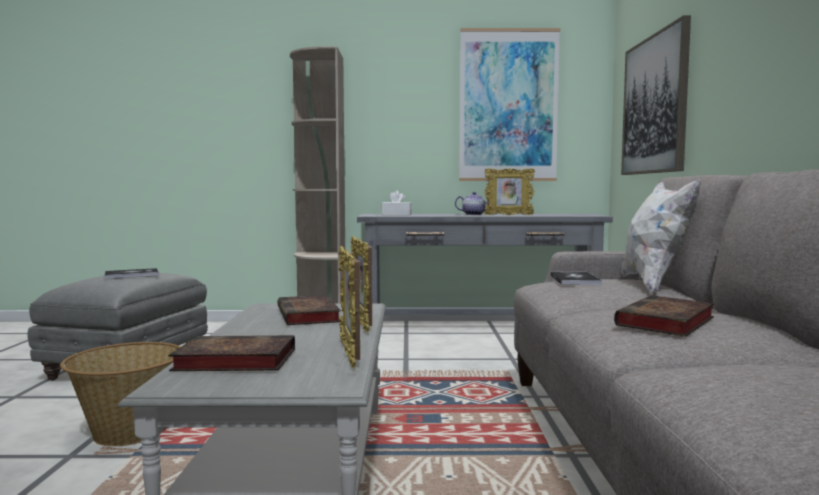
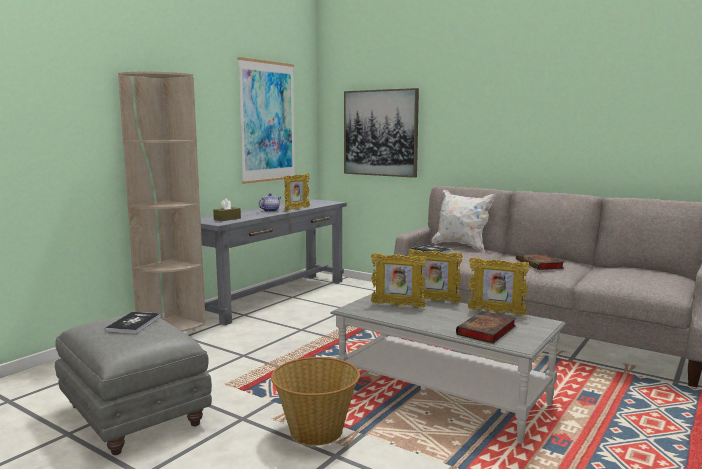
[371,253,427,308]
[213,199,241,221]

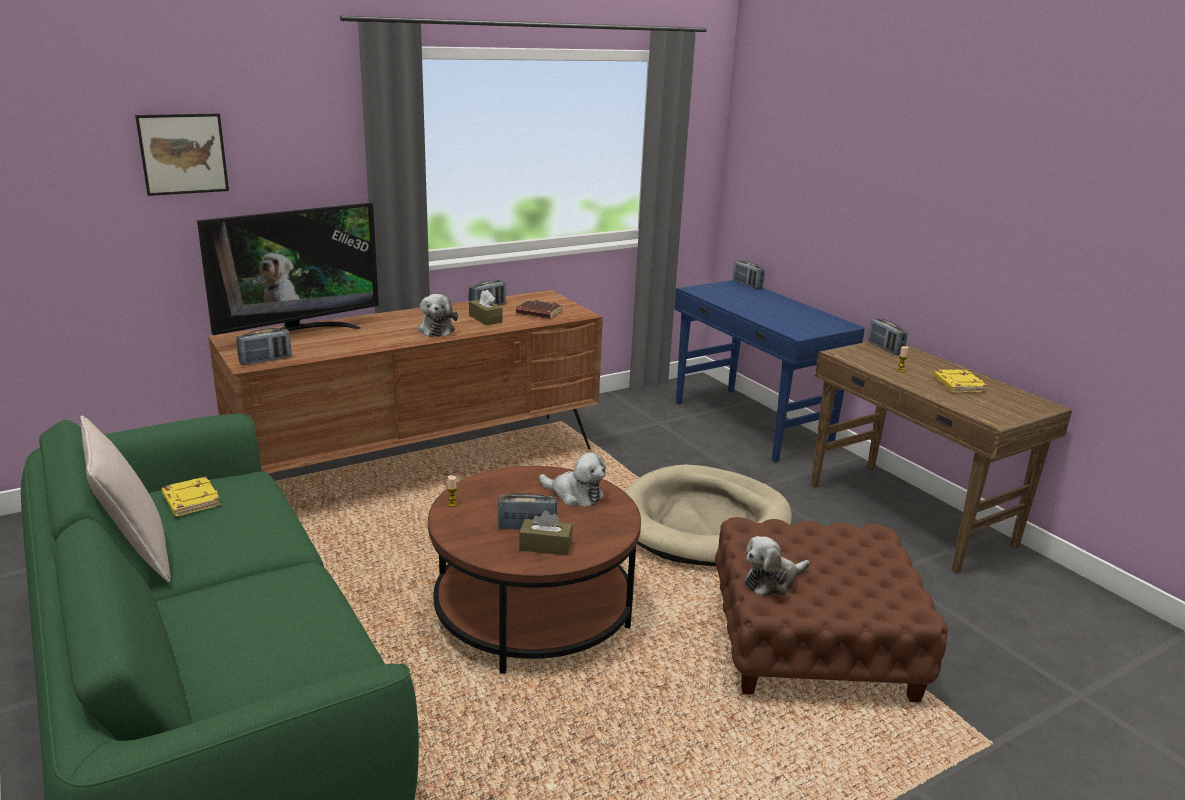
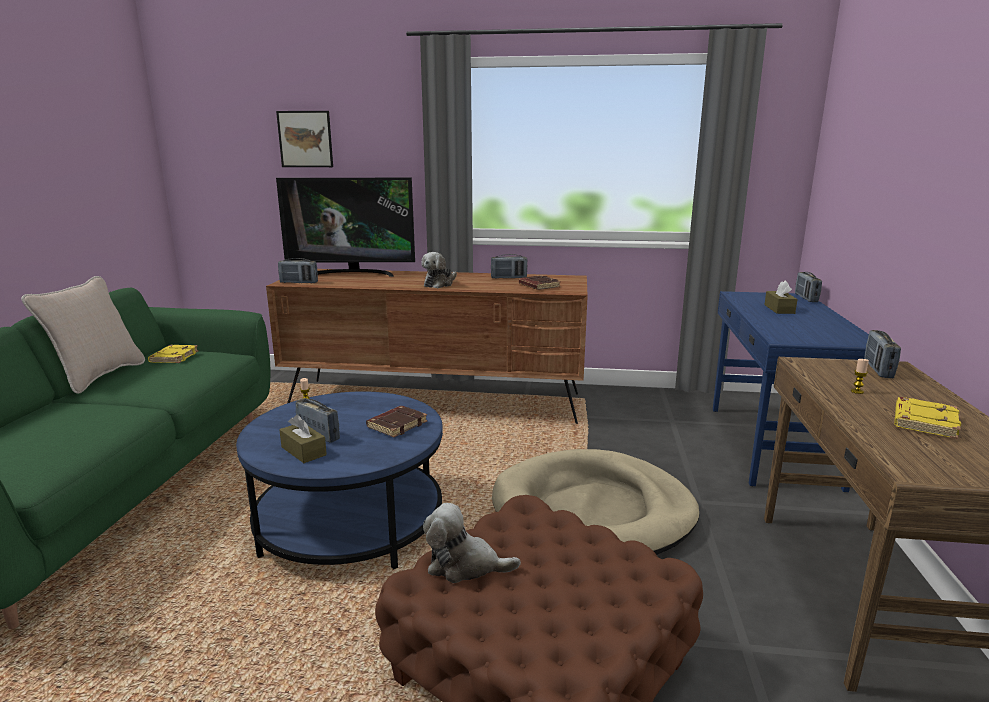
[764,281,797,314]
[366,406,428,437]
[236,391,443,569]

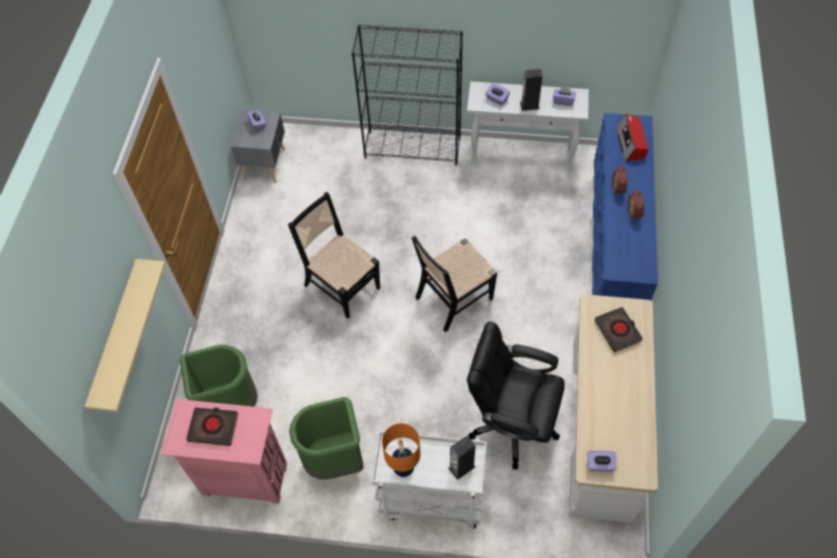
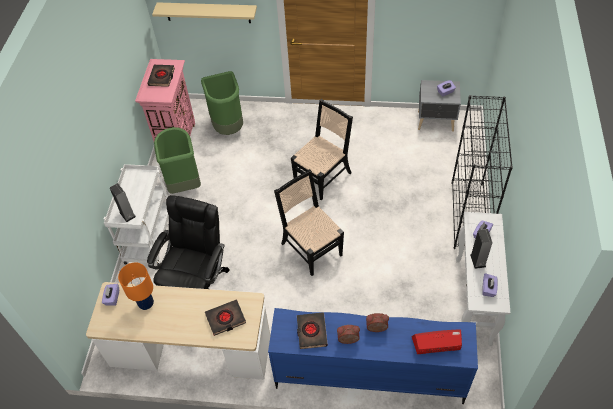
[297,312,328,349]
[118,263,154,310]

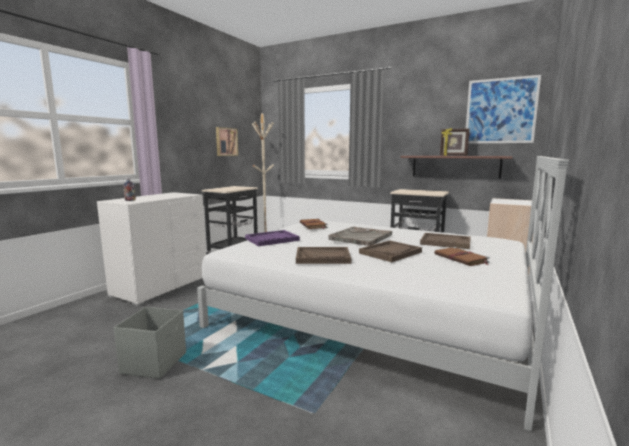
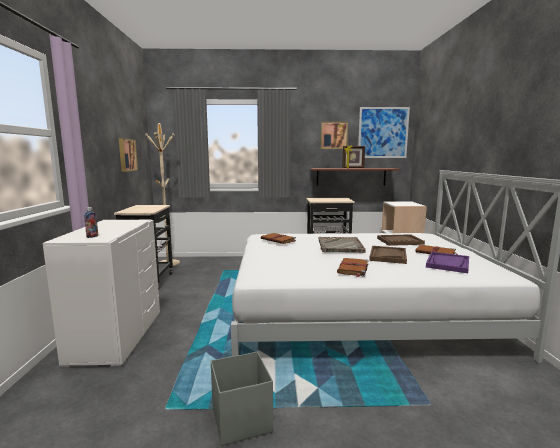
[321,122,348,149]
[426,252,469,273]
[337,258,369,277]

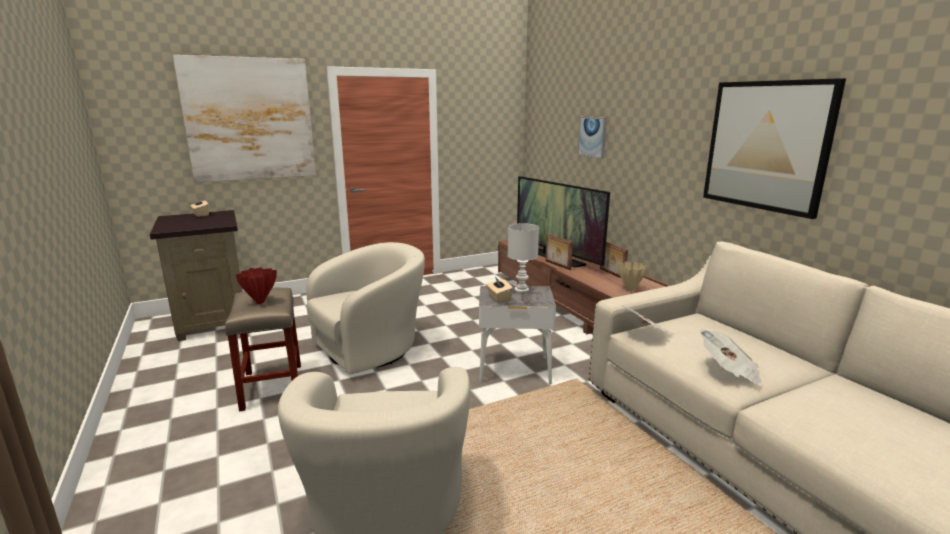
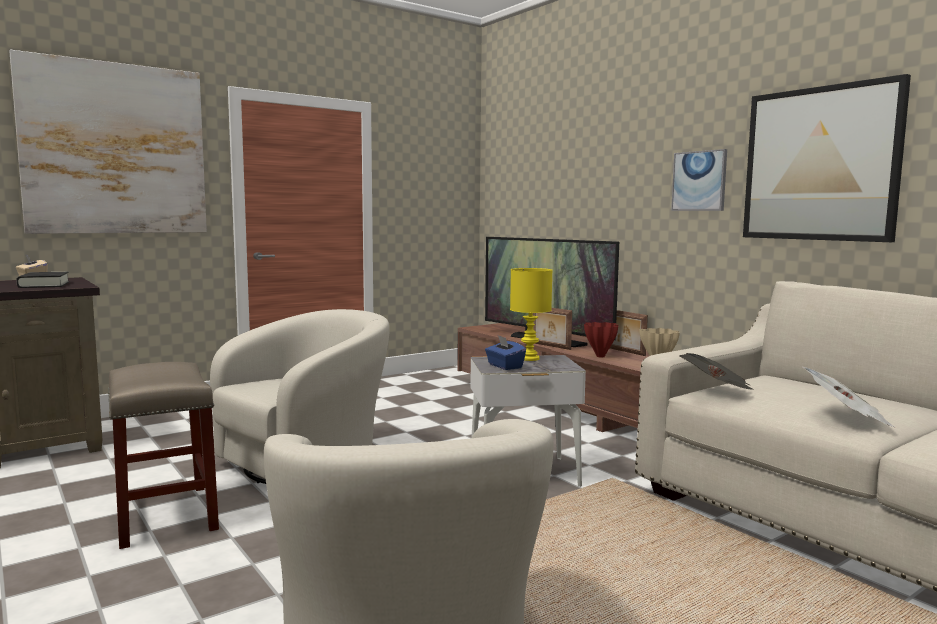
[16,272,69,288]
[584,322,618,358]
[671,149,727,211]
[485,335,526,370]
[510,268,552,361]

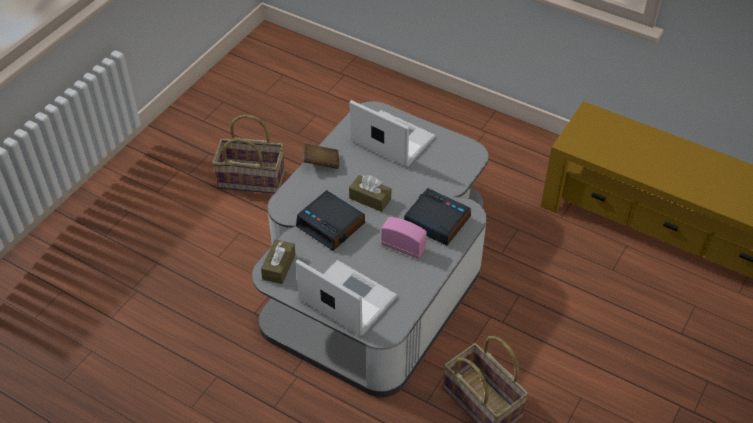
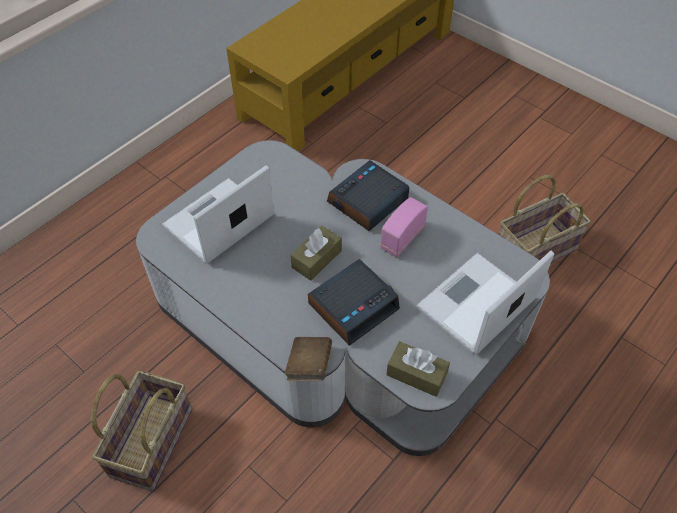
[285,337,332,381]

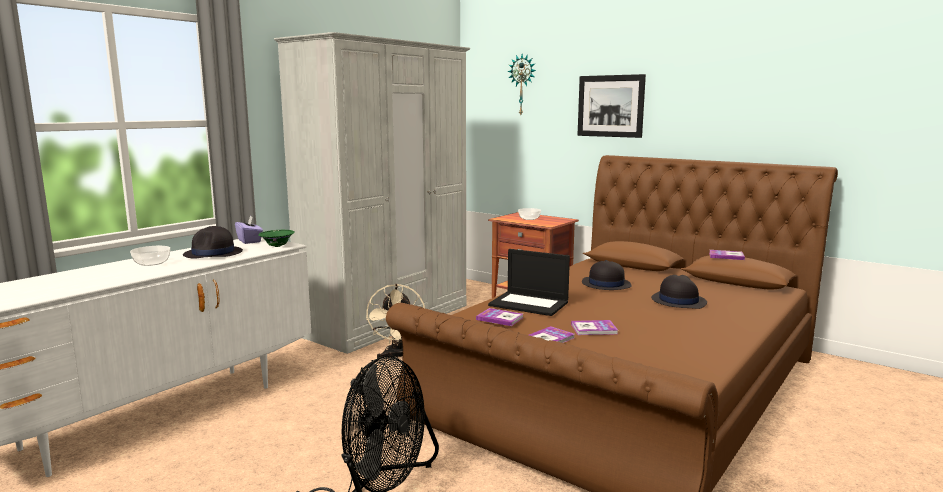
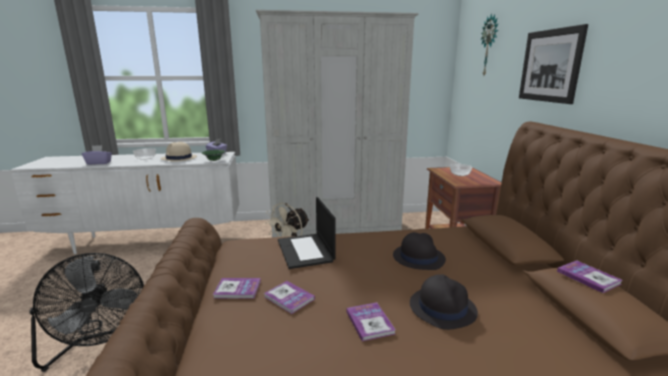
[82,145,112,165]
[346,302,396,341]
[161,142,197,162]

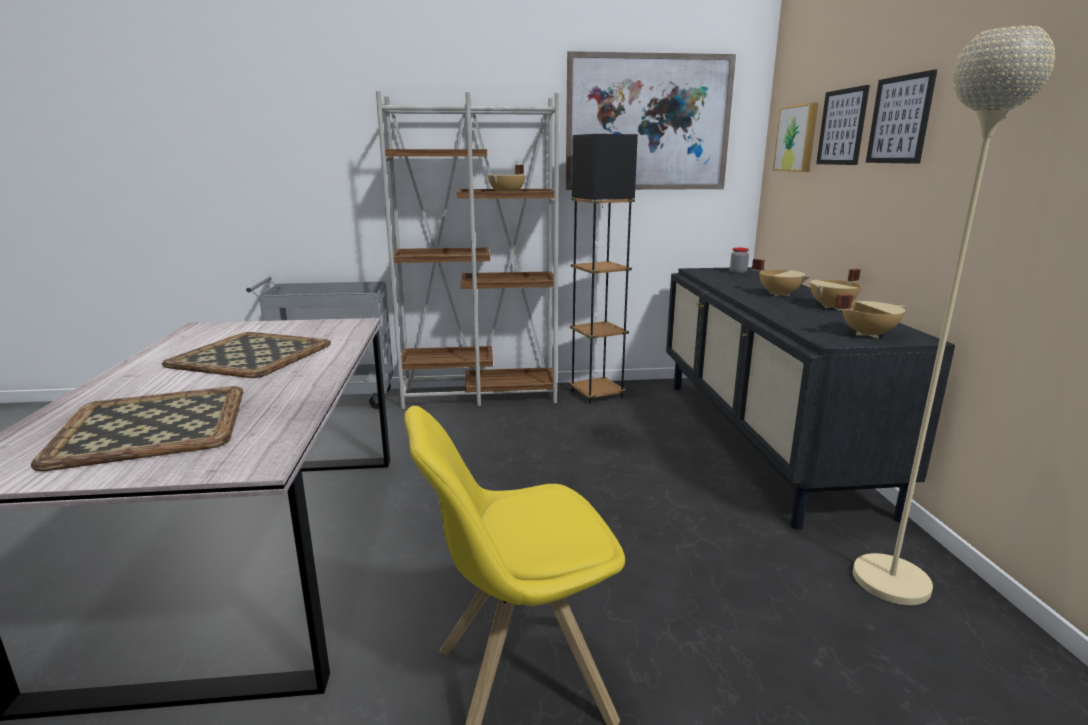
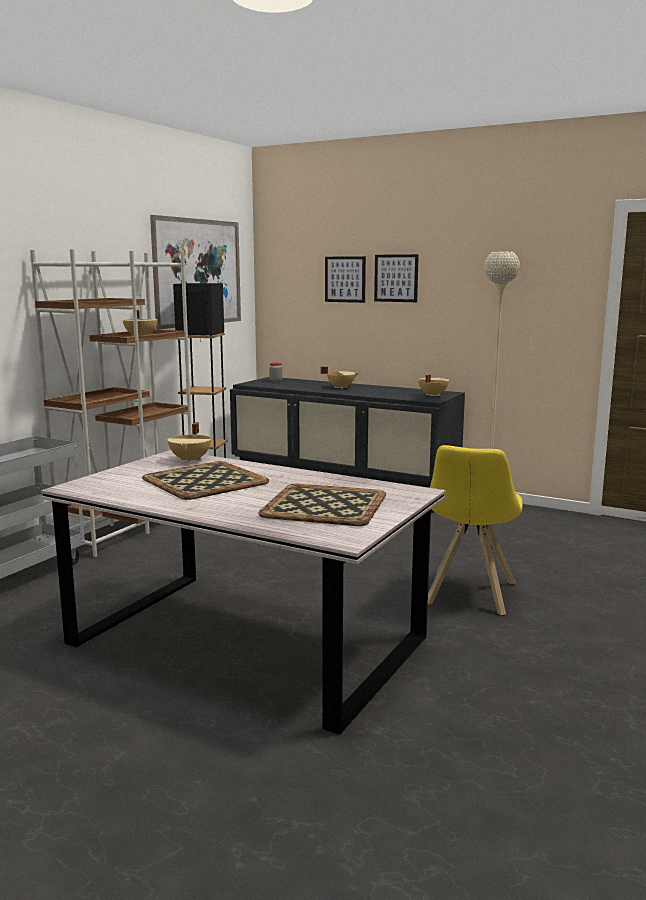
[773,103,818,172] (first image)
[167,422,211,463]

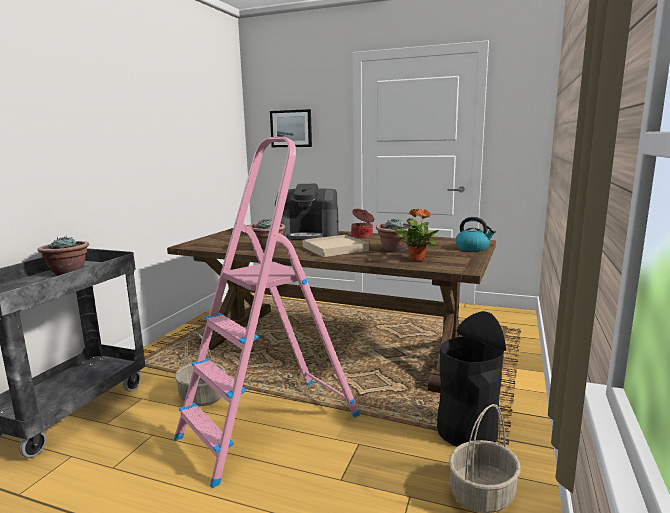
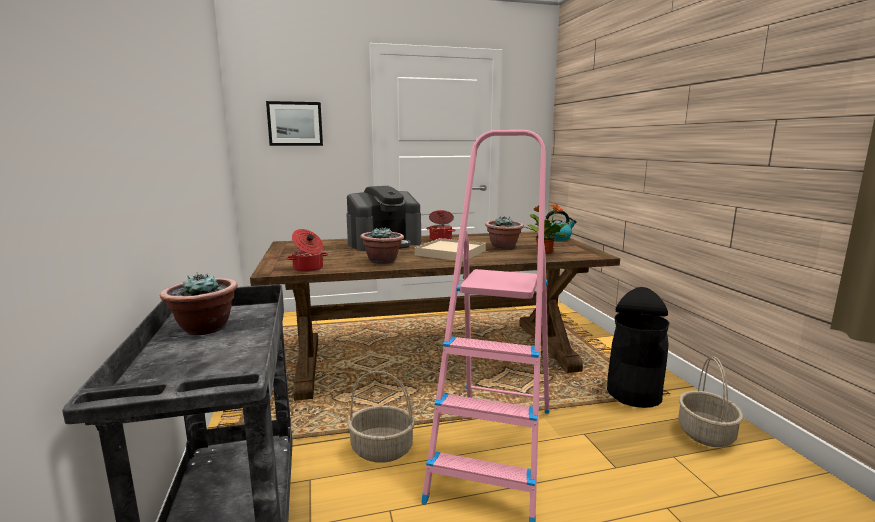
[286,229,328,272]

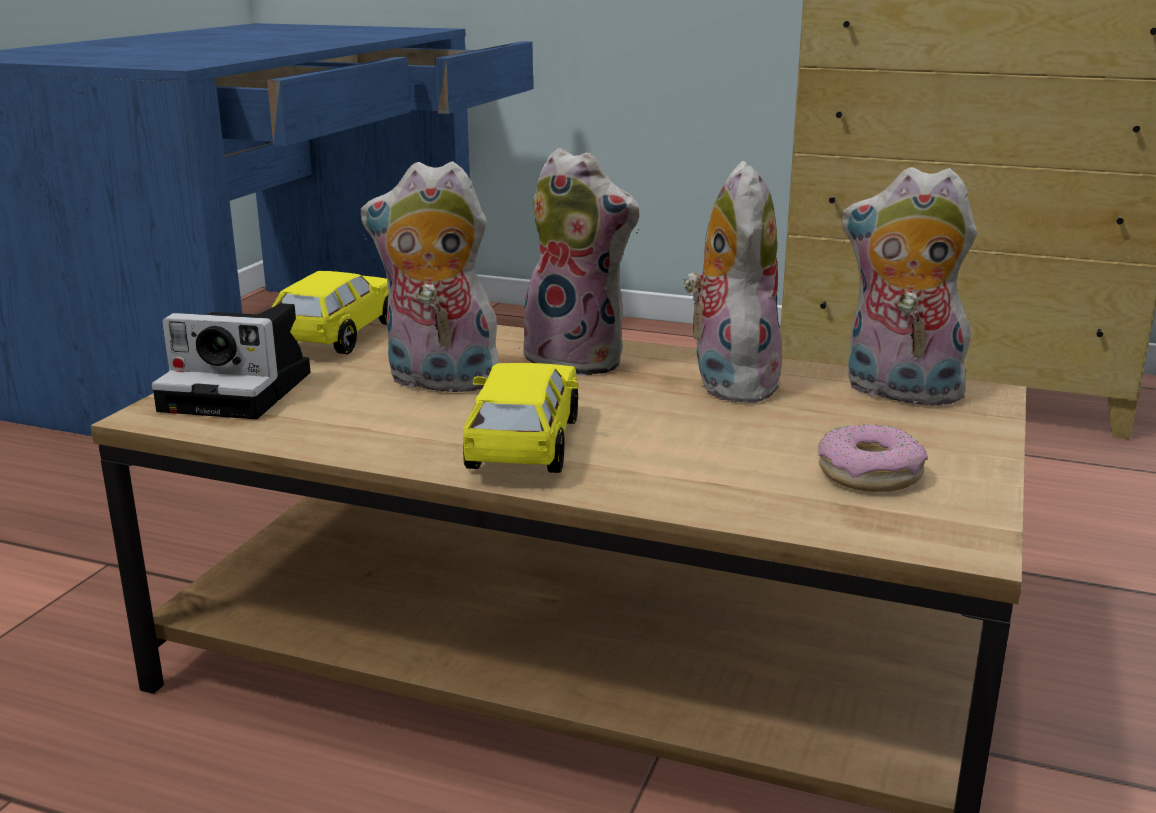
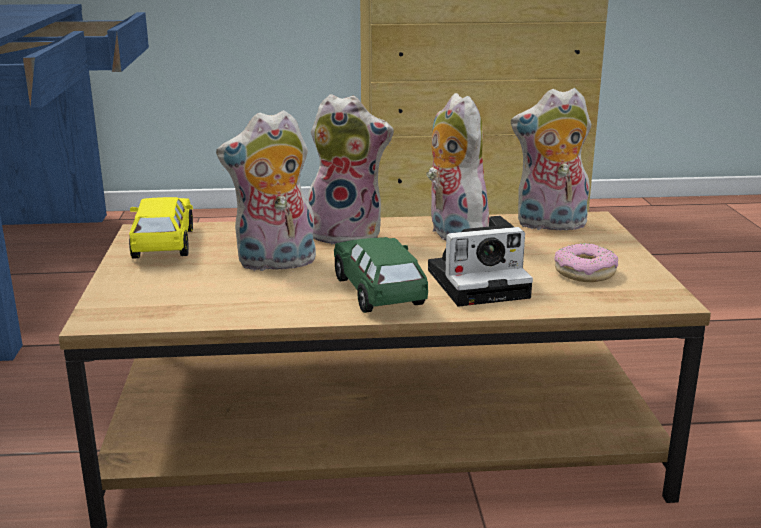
[428,216,533,307]
[334,237,428,313]

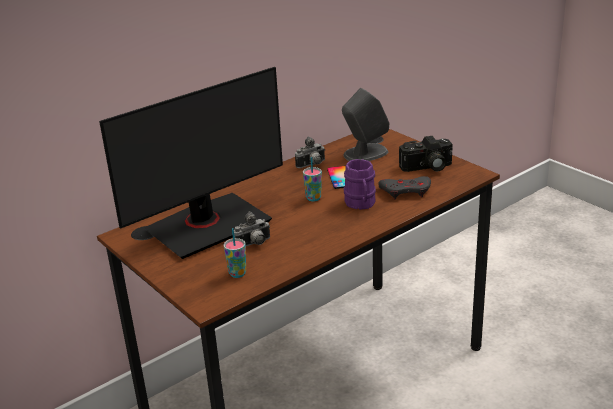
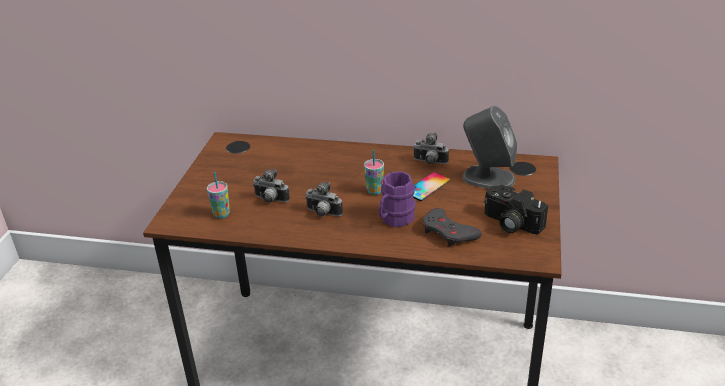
[99,67,283,259] (first image)
[305,182,343,217]

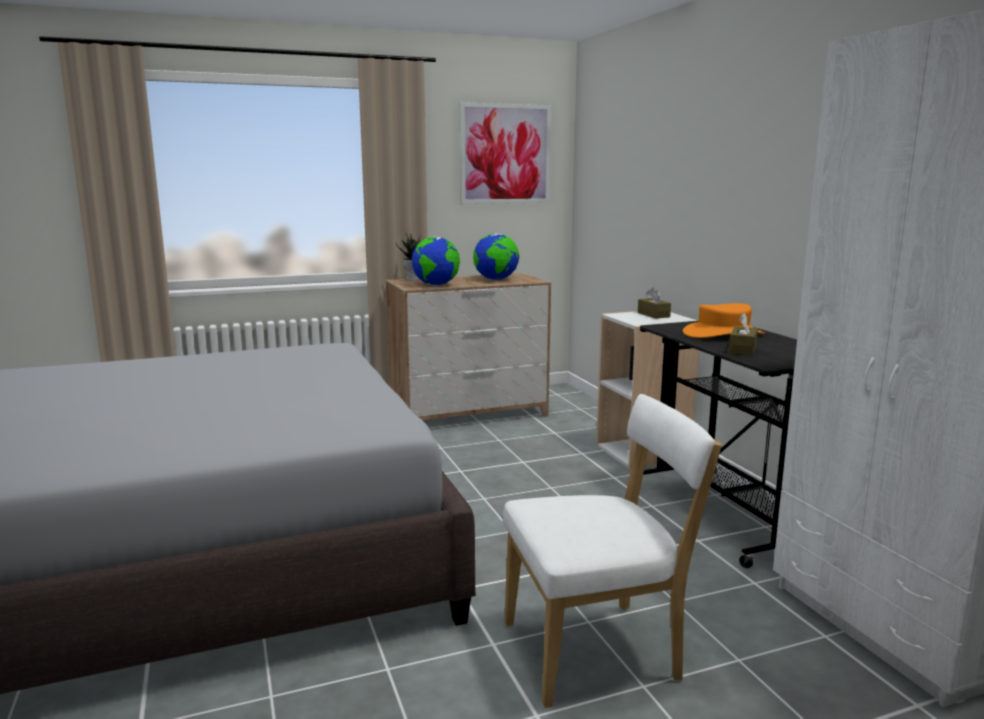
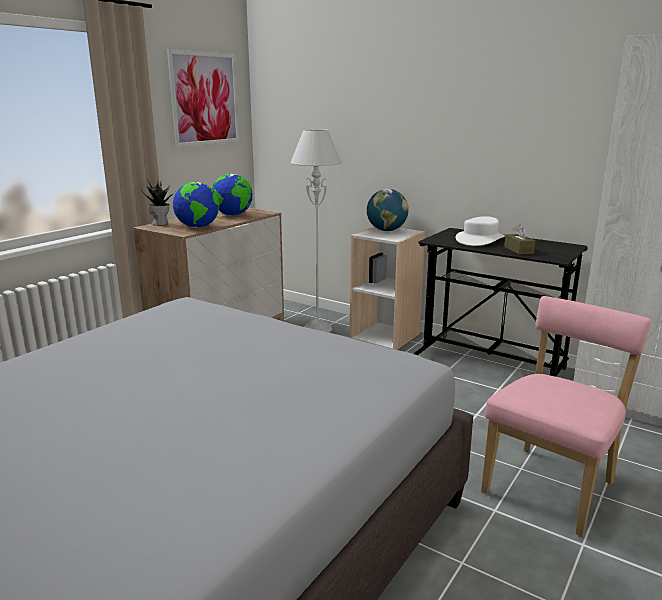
[290,129,342,333]
[367,189,409,231]
[481,296,651,537]
[456,216,505,246]

